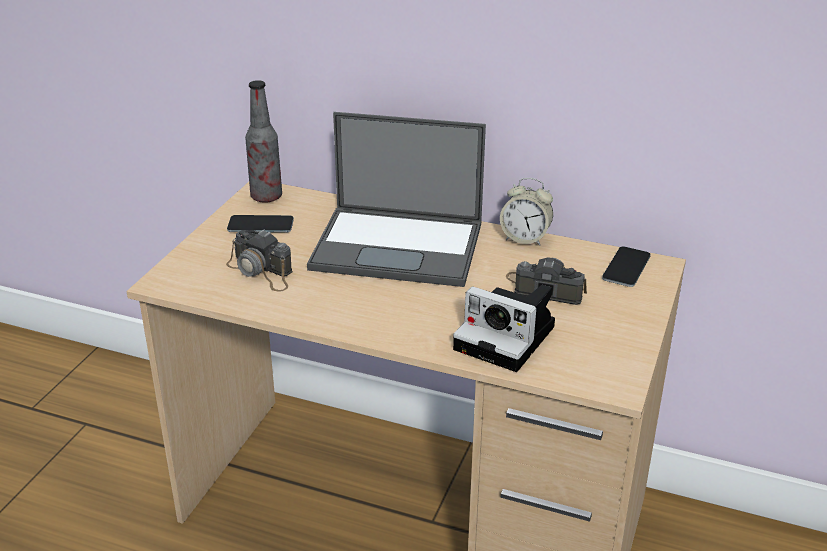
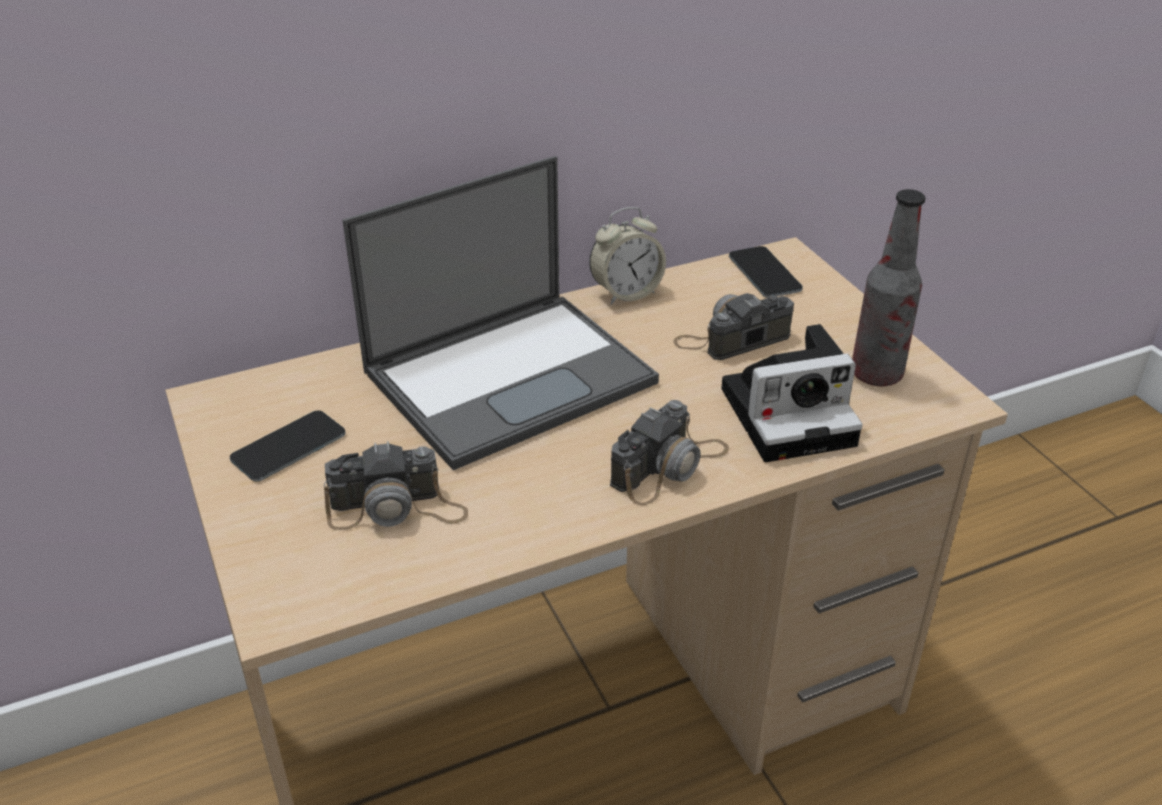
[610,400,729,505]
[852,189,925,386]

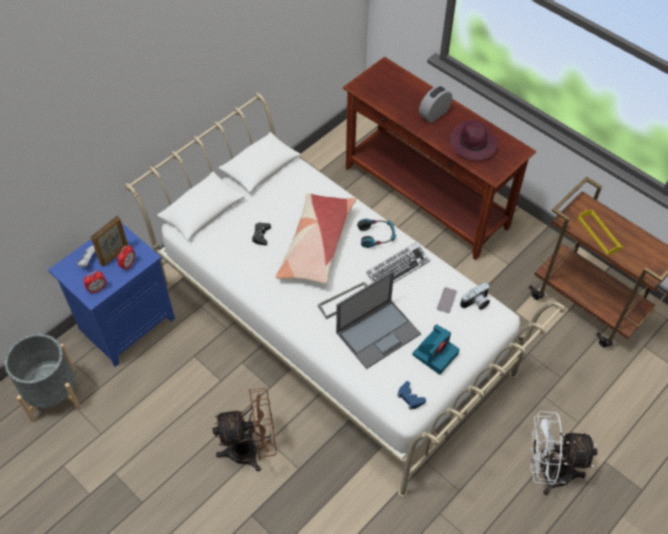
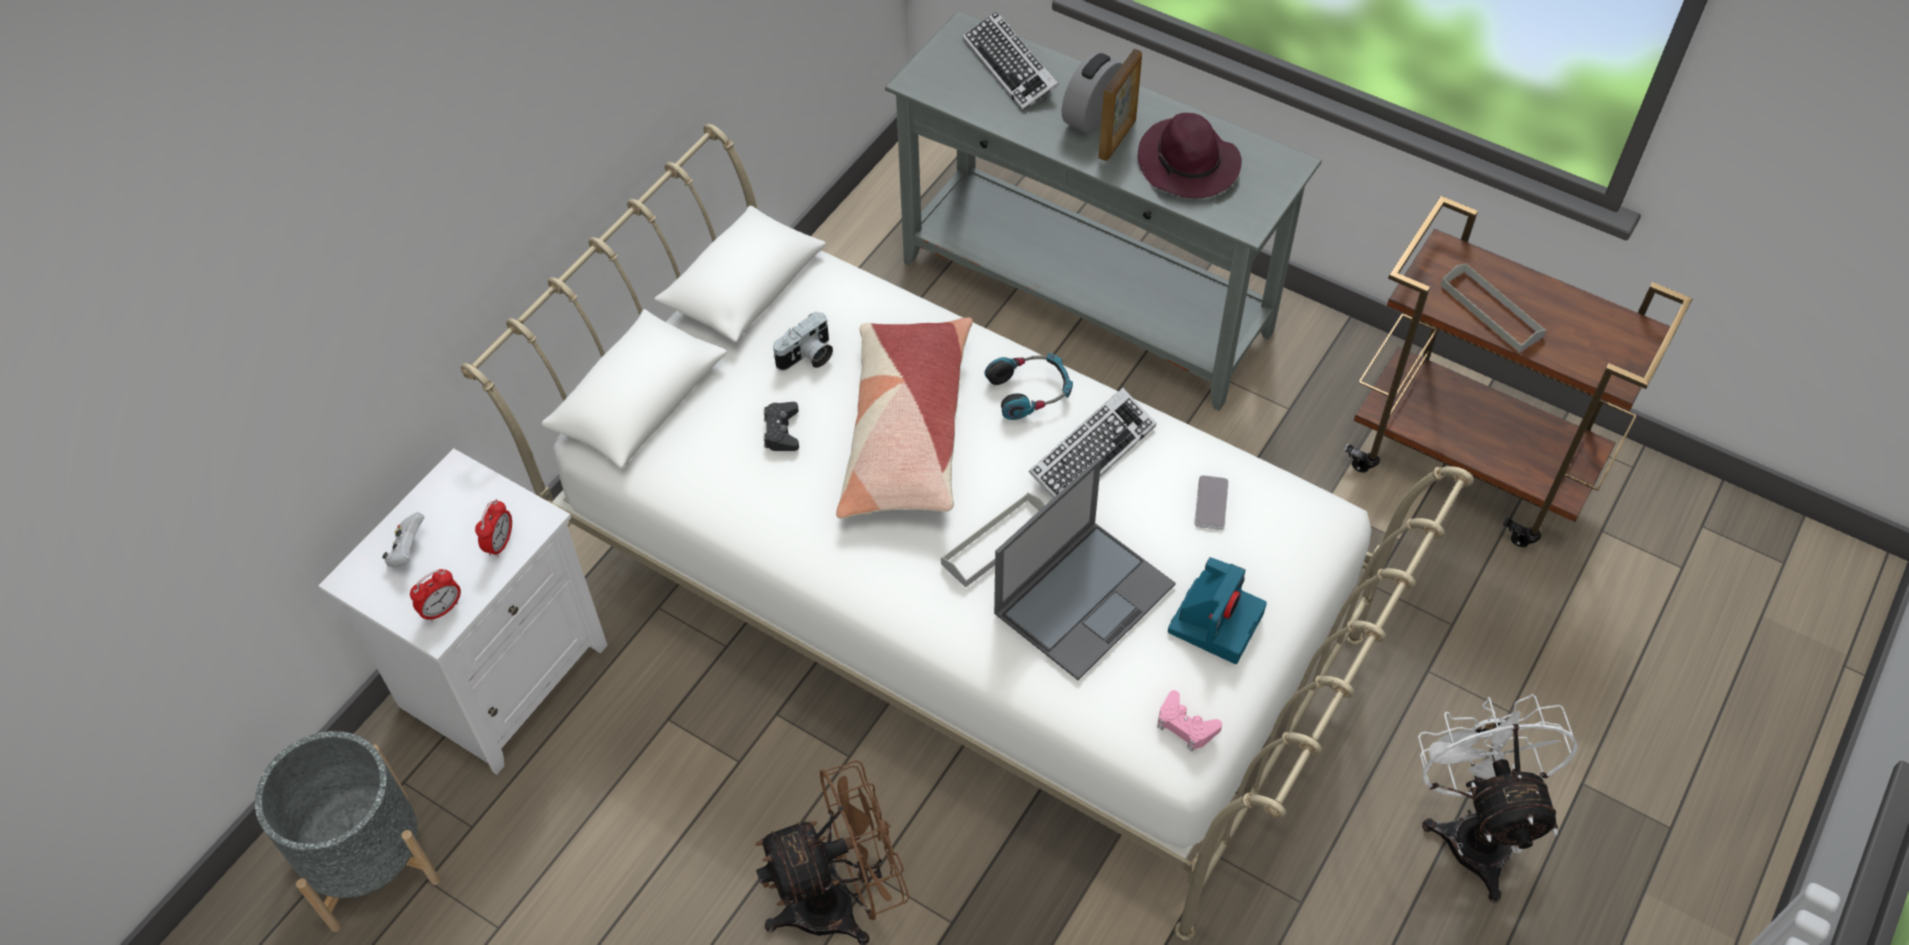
[963,11,1059,111]
[1098,49,1142,161]
[773,311,833,371]
[318,448,607,775]
[885,11,1322,411]
[1157,690,1222,751]
[1441,263,1547,353]
[1418,694,1578,903]

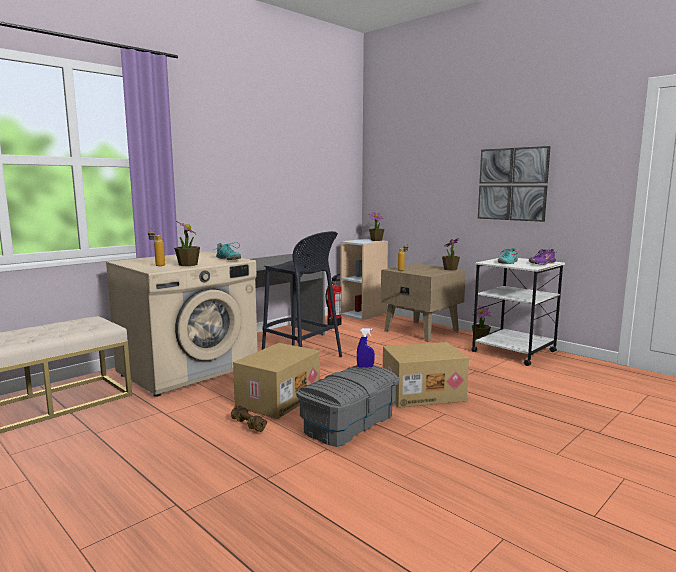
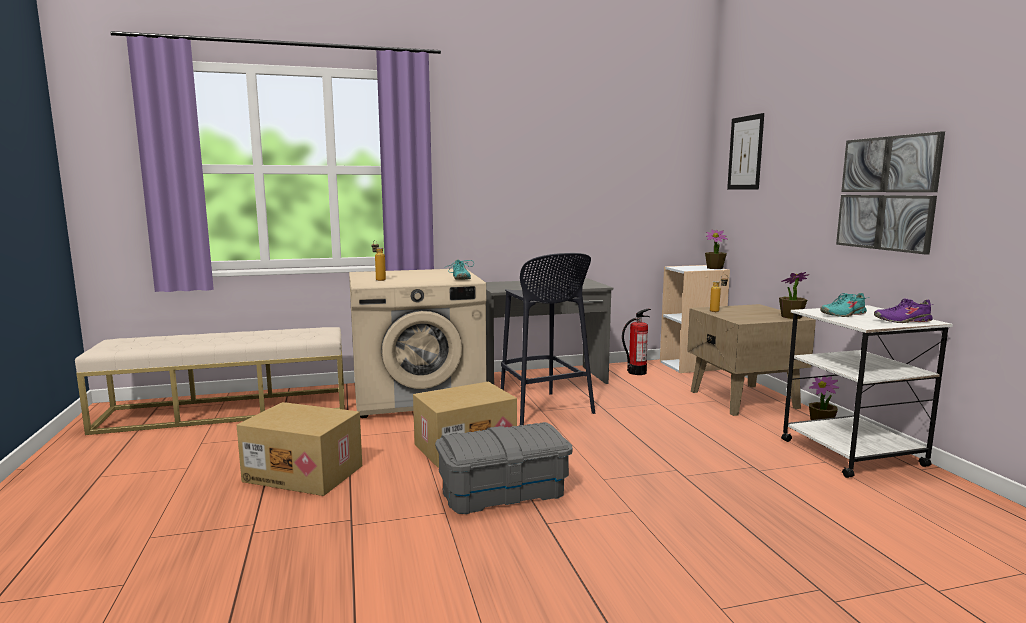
[174,221,200,266] (first image)
[231,406,267,432] (first image)
[357,328,375,368] (first image)
[727,113,764,189]
[237,402,362,496]

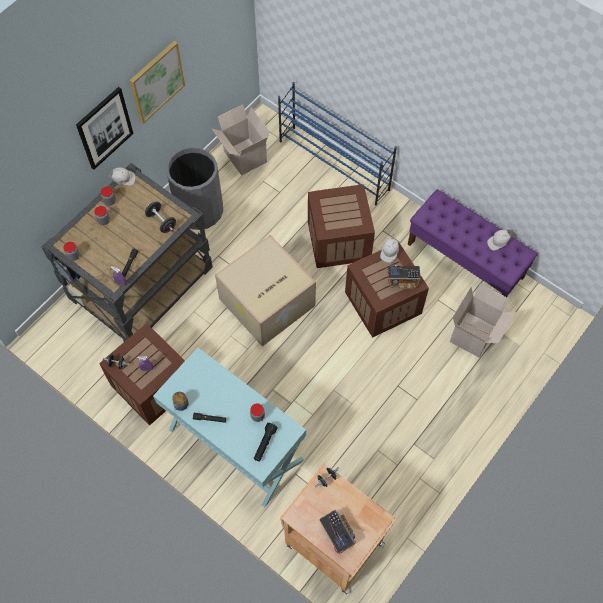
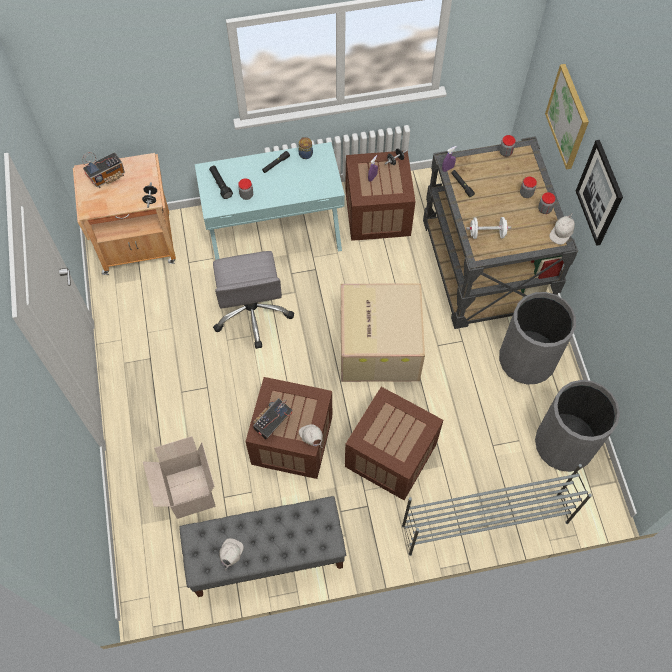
[213,251,294,349]
[545,64,589,169]
[535,380,620,472]
[466,217,511,239]
[402,464,592,556]
[179,496,346,597]
[82,152,125,188]

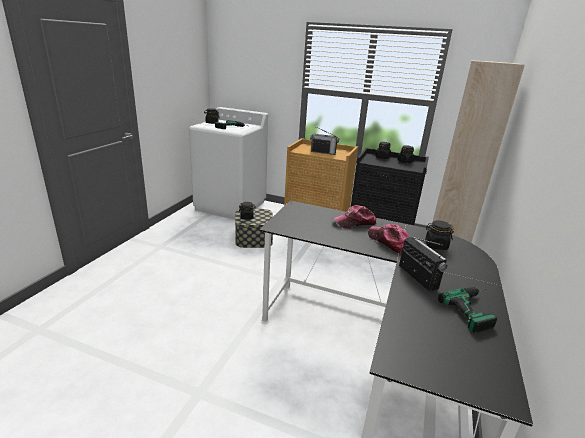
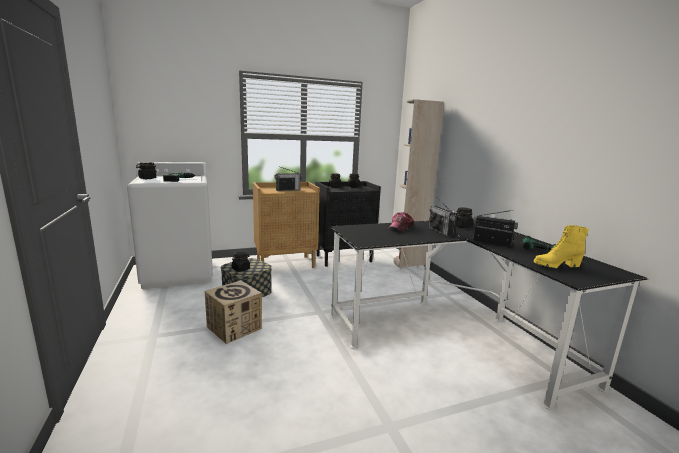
[205,280,262,344]
[534,225,589,268]
[429,197,457,236]

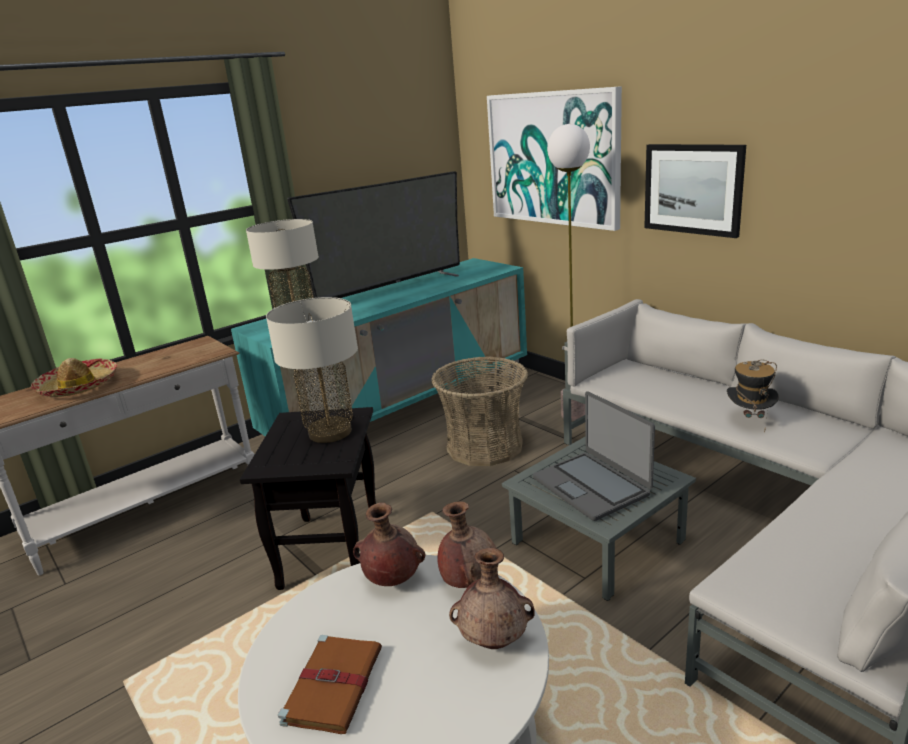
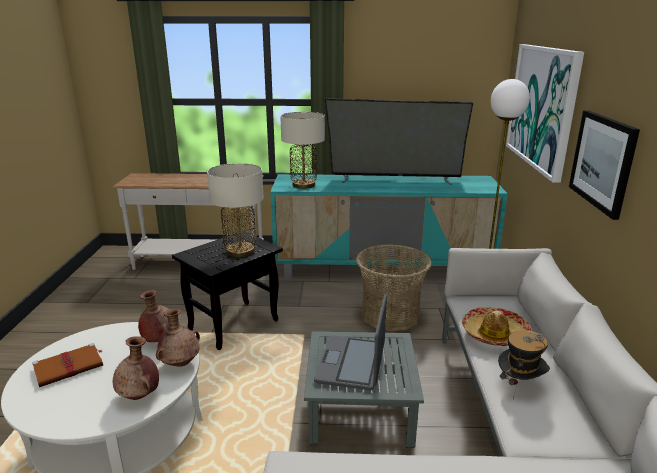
[462,307,532,346]

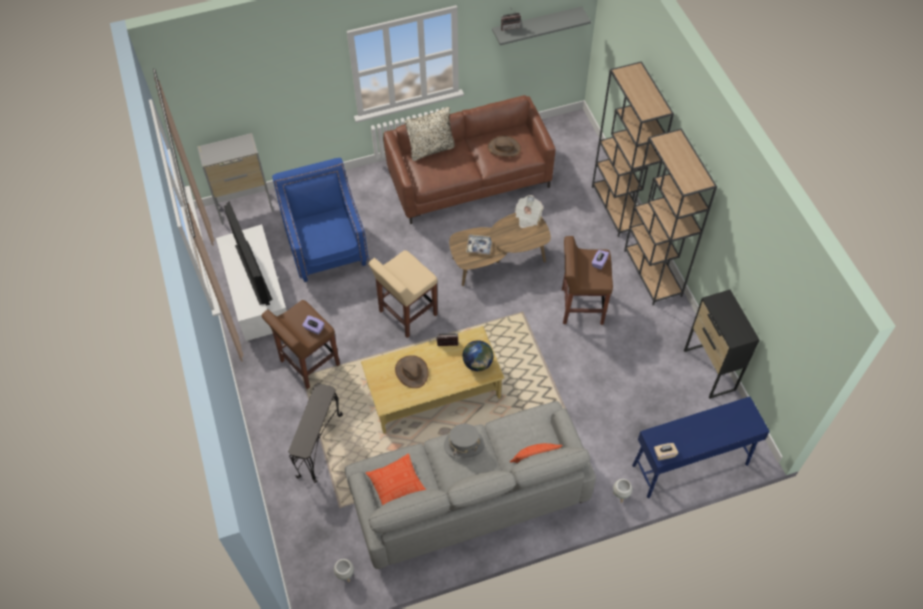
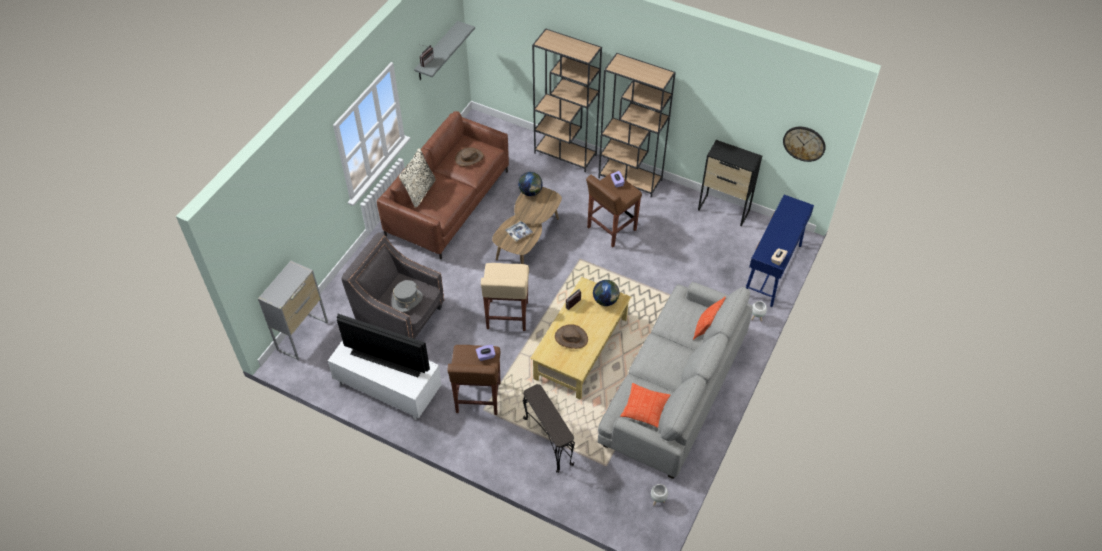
[783,127,826,162]
[391,280,423,312]
[518,172,543,196]
[341,232,444,339]

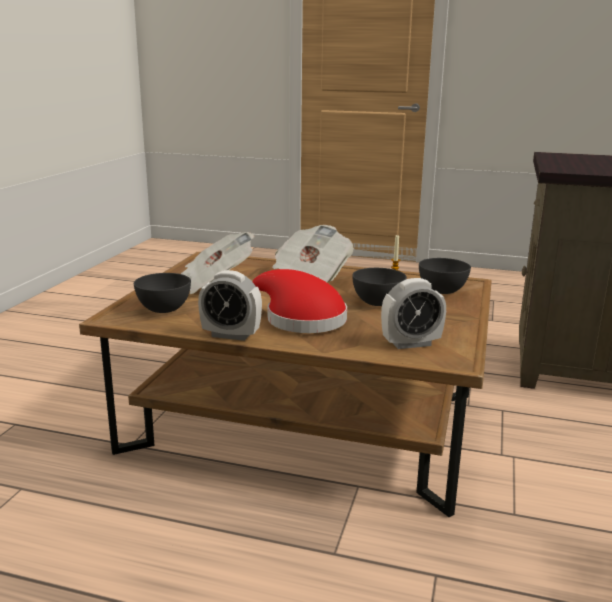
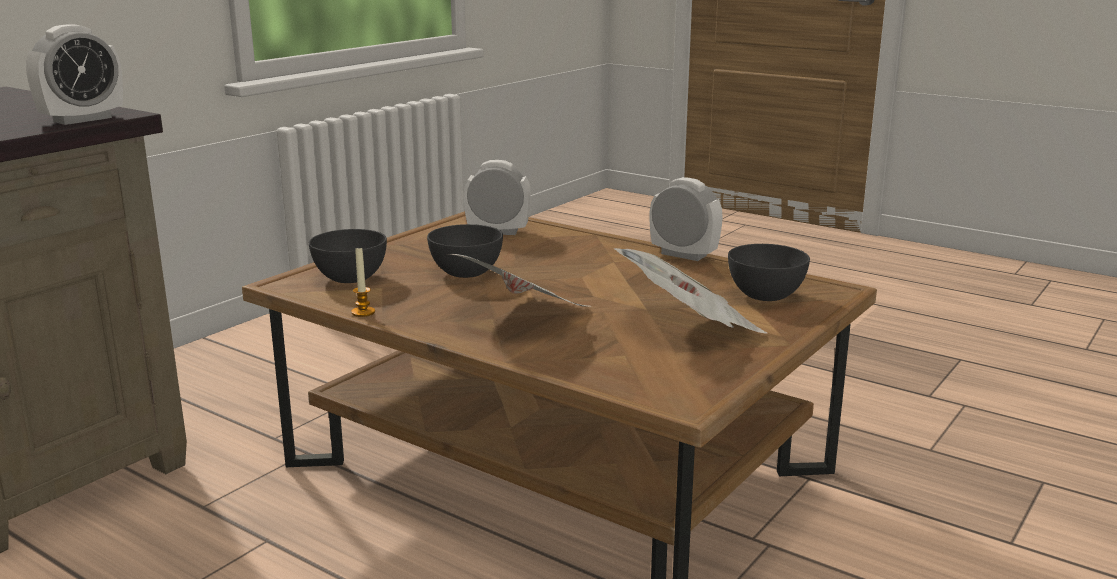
[252,269,347,333] (first image)
[26,24,123,125]

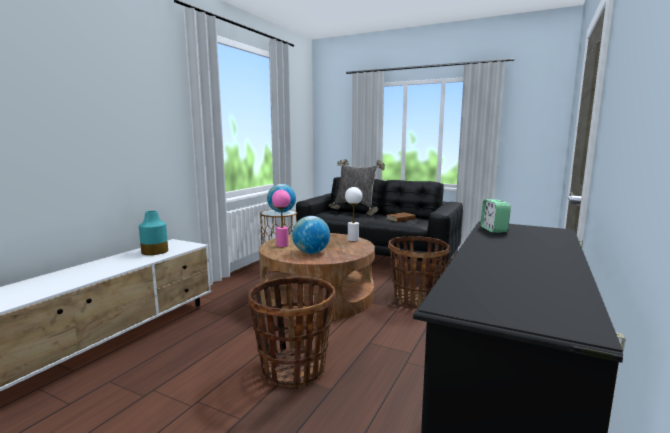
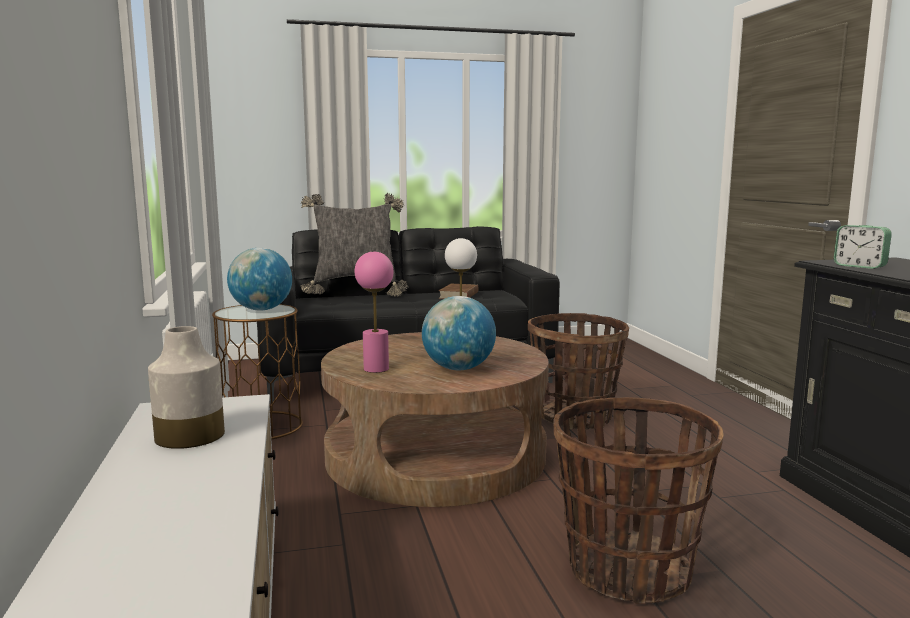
[148,326,225,449]

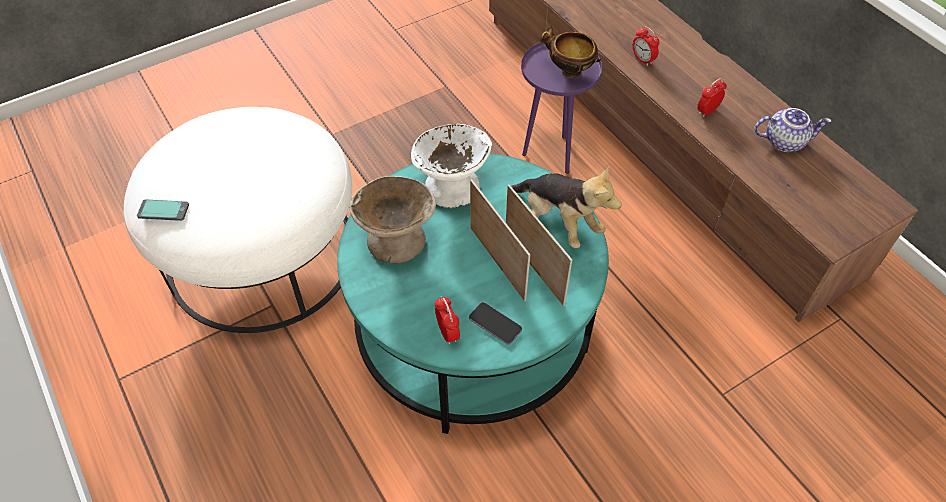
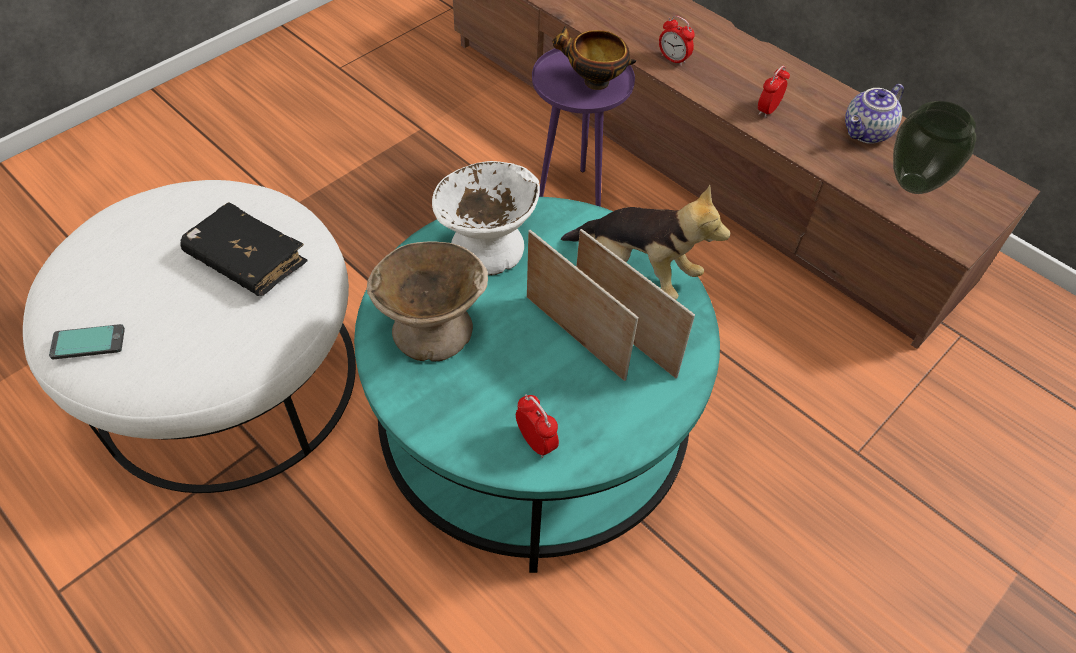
[469,302,522,345] (first image)
[181,202,308,296]
[893,101,976,194]
[845,84,904,144]

